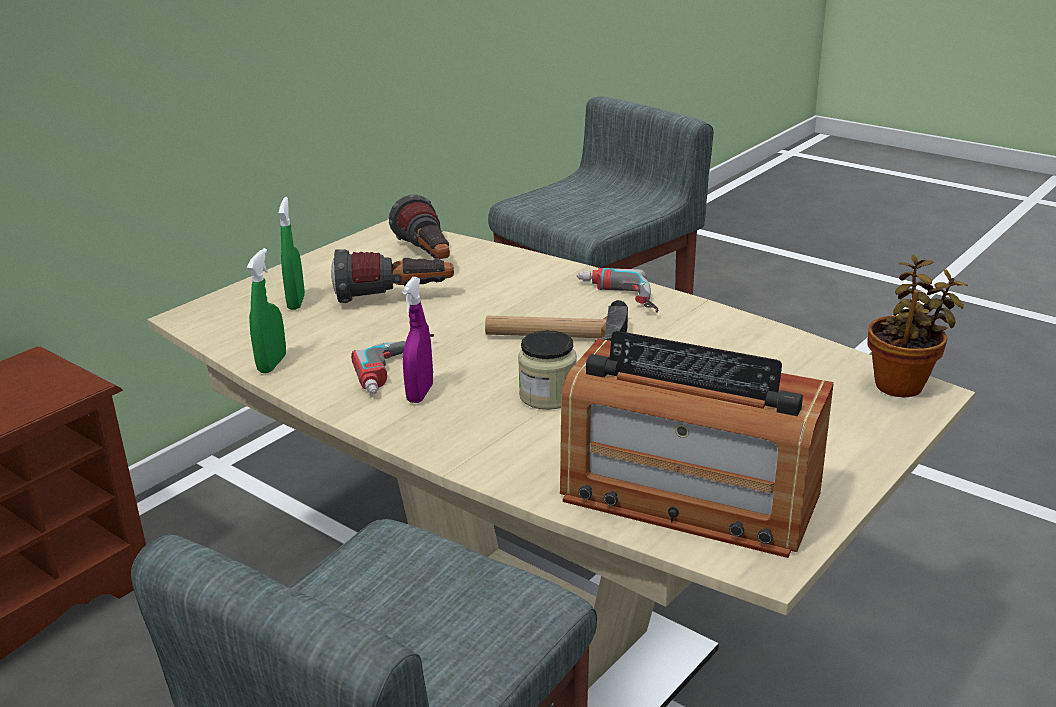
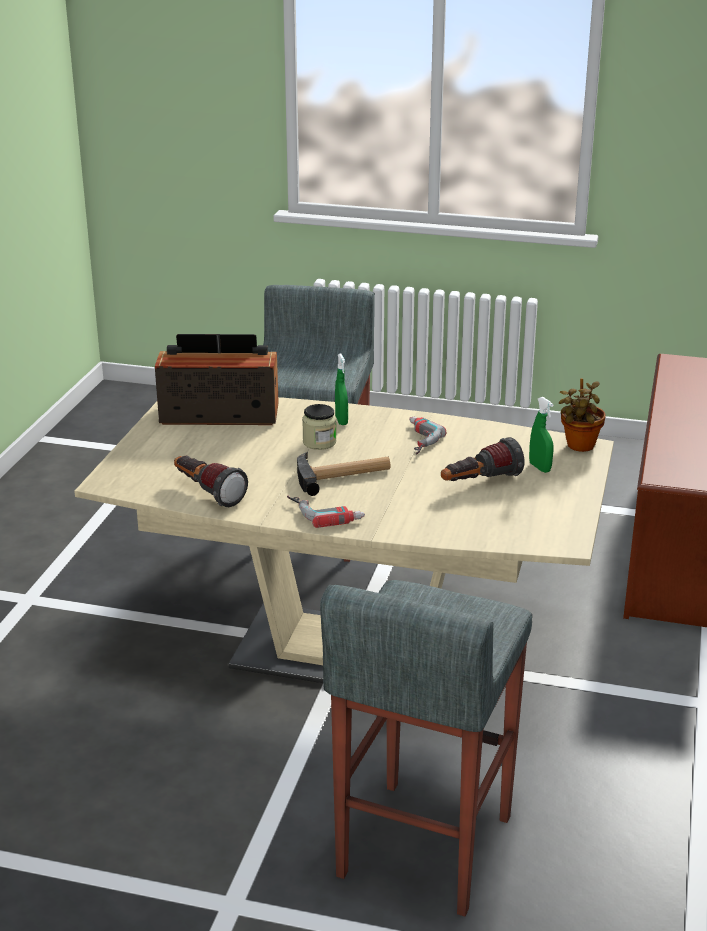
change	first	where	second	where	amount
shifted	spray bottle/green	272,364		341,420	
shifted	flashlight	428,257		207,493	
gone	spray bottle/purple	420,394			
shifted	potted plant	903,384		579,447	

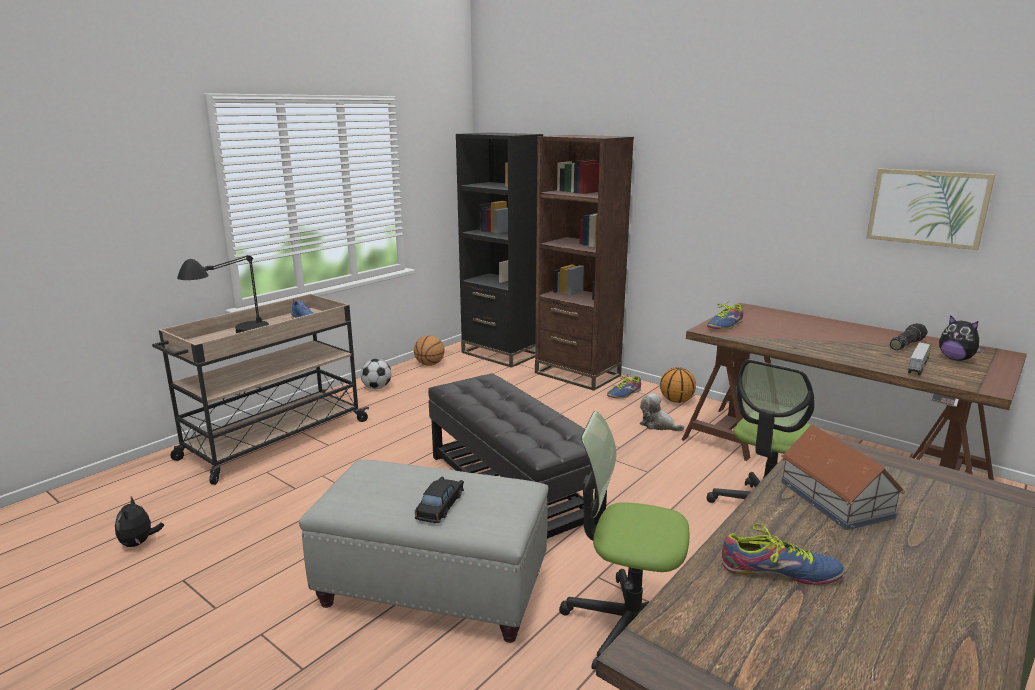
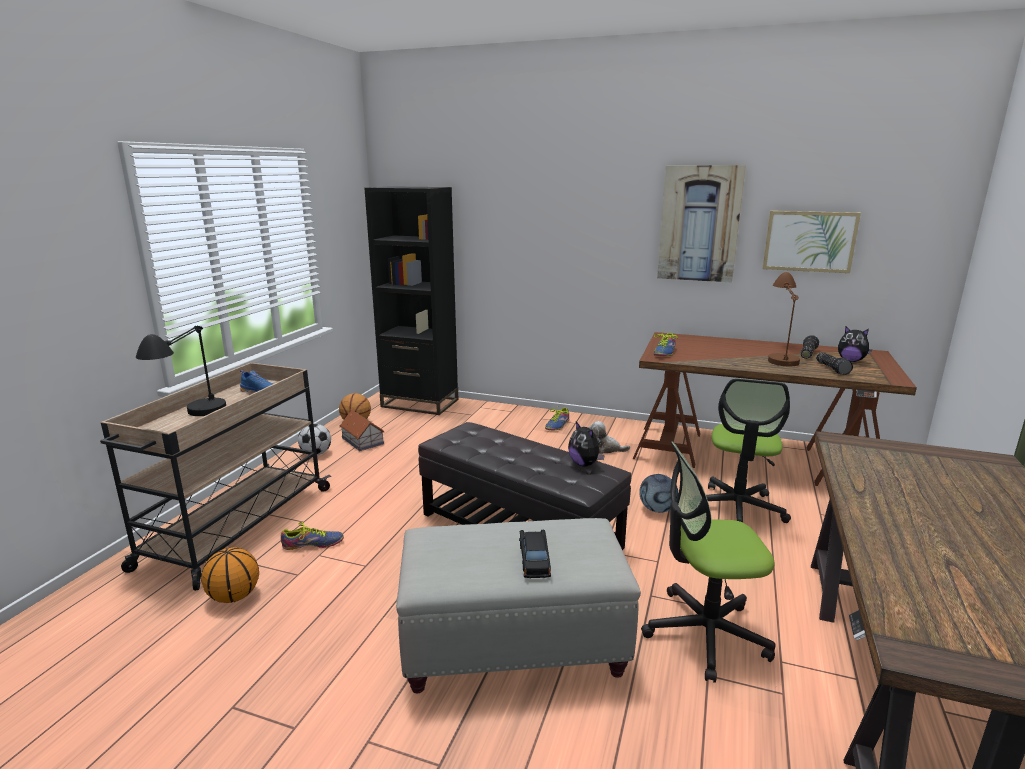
change	first	where	second	where	amount
shifted	plush toy	139,543		584,464	
gone	bookcase/brown	577,374			
shifted	basketball	676,401		234,597	
shifted	shoe	779,571		313,544	
shifted	toy house	835,500		362,441	
swapped	toy truck	918,365	flashlight	833,369	
new			football	657,509	
new			picture	699,224	
new			table lamp/brown	780,354	

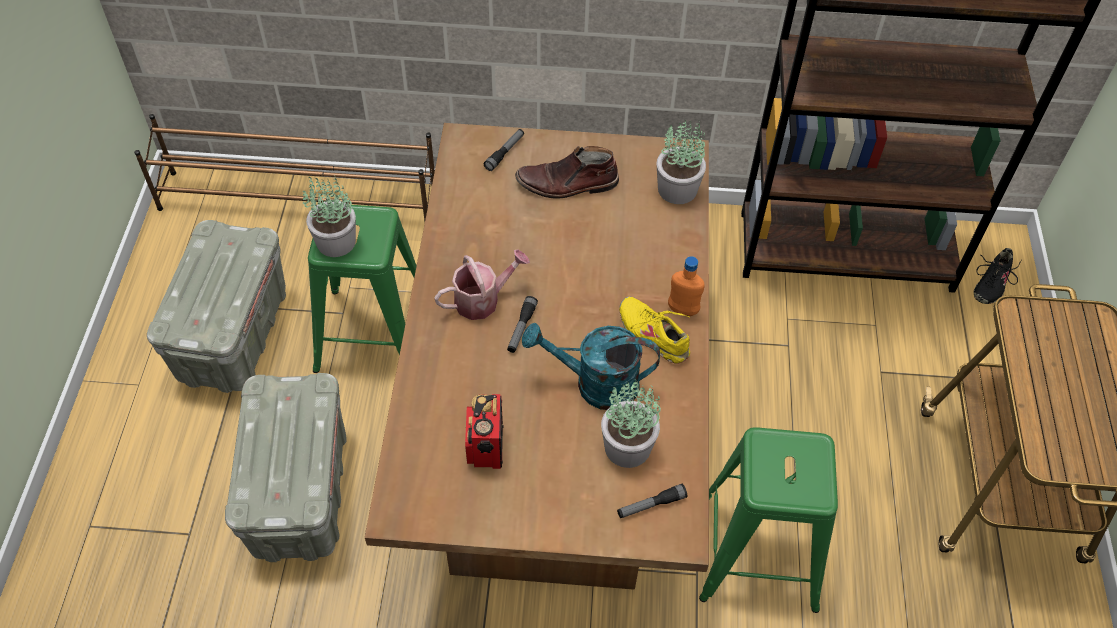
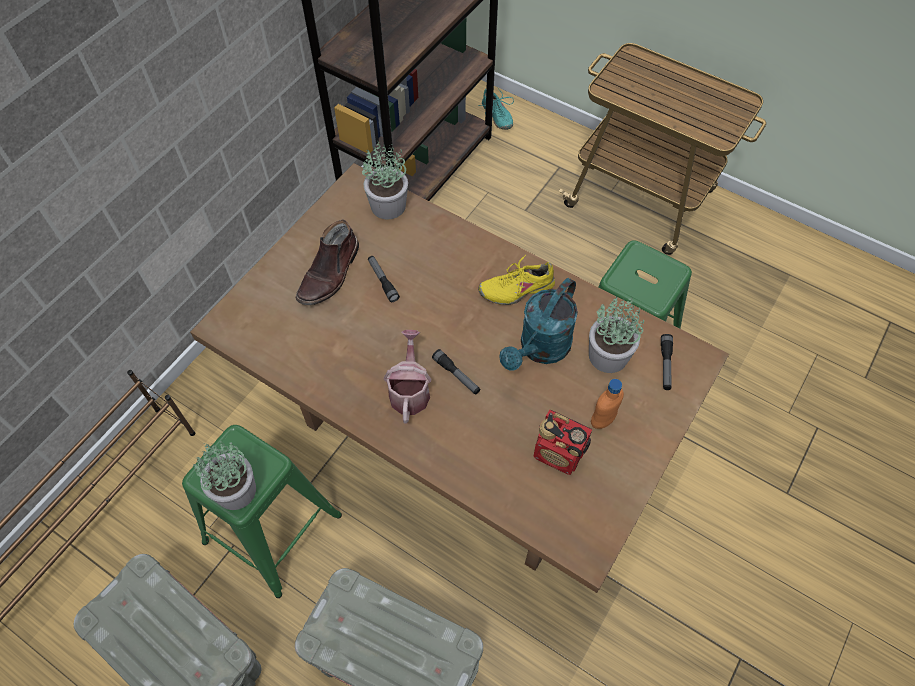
change	first	where	second	where	amount
shifted	flashlight	505,153		383,281	
shifted	bottle/orange	682,310		602,420	
repainted	shoe/black	990,283	shoe/turquoise	496,116	

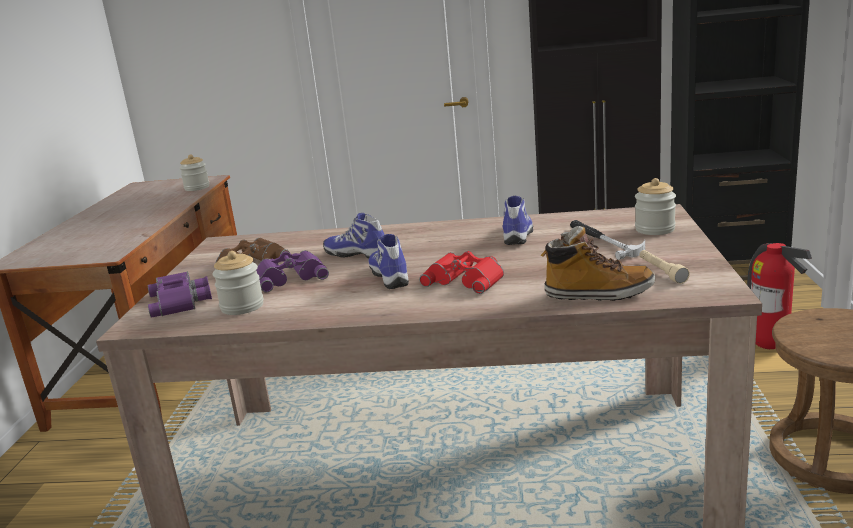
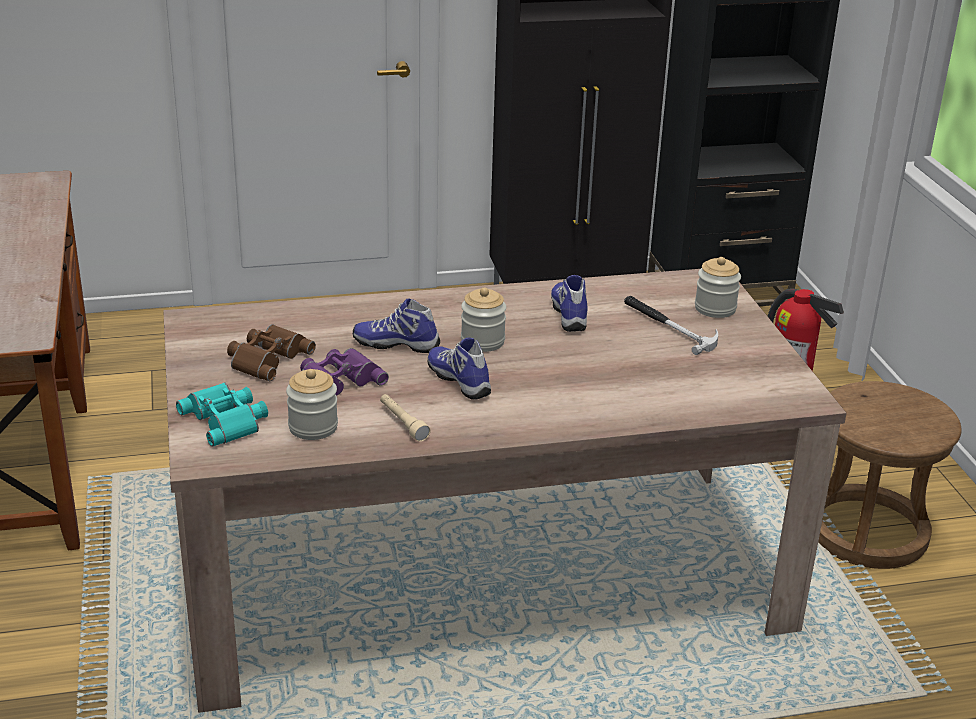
change	first	where	second	where	amount
repainted	binoculars/purple	181,301	binoculars/turquoise	227,420	
shifted	jar	197,188		482,341	
gone	binoculars/red	466,279			
gone	boot	598,294			
shifted	flashlight/beige	661,272		403,423	

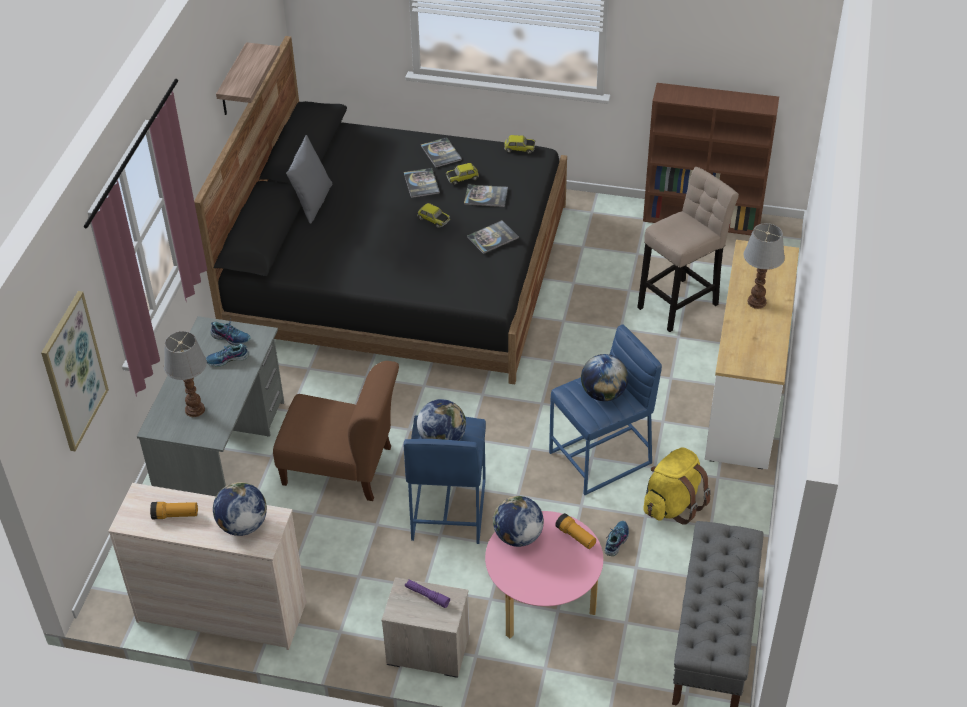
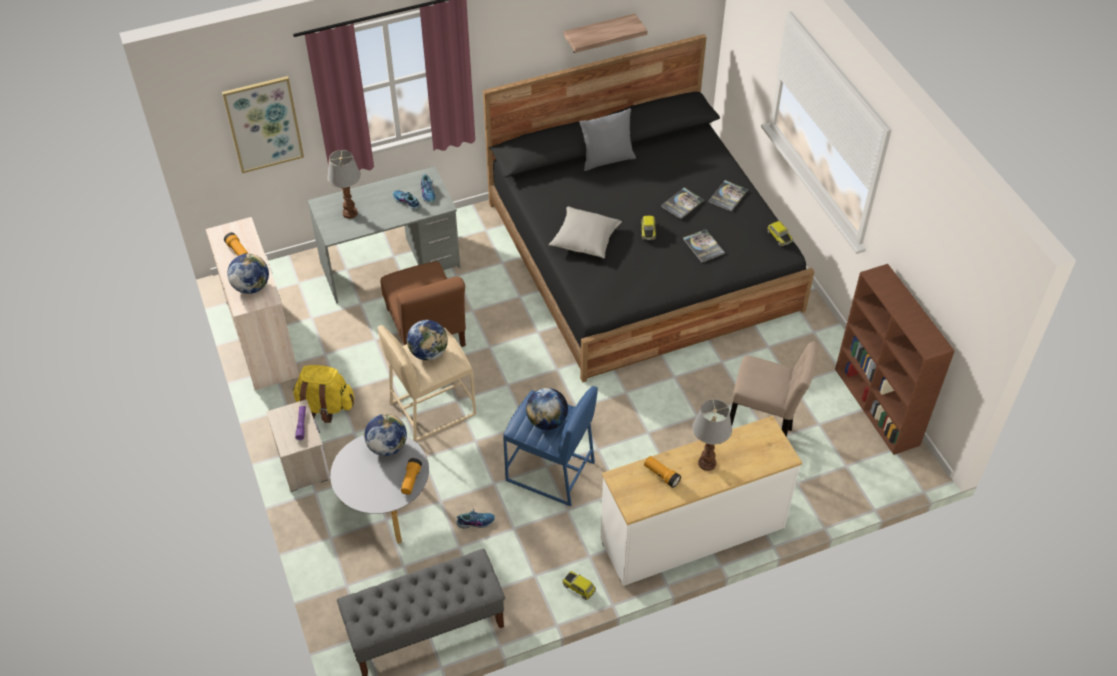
change	first	where	second	where	amount
repainted	stool/blue	447,510	stool/beige	431,408	
shifted	toy car	462,178		579,587	
gone	book	492,237			
repainted	coffee table/pink	543,603	coffee table/grey	386,507	
shifted	backpack/yellow	672,505		325,406	
new			pillow/grey	585,240	
new			flashlight	661,475	

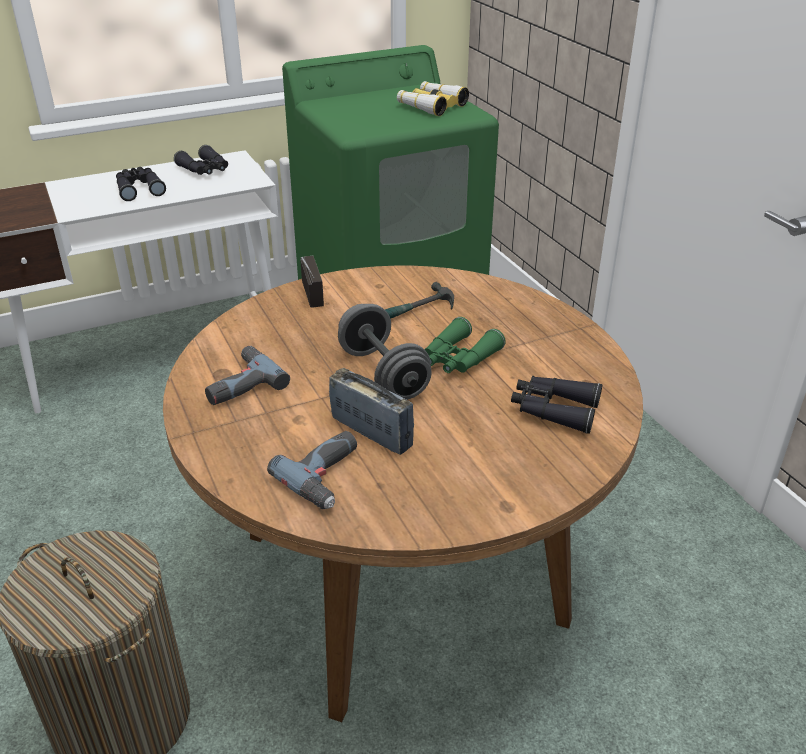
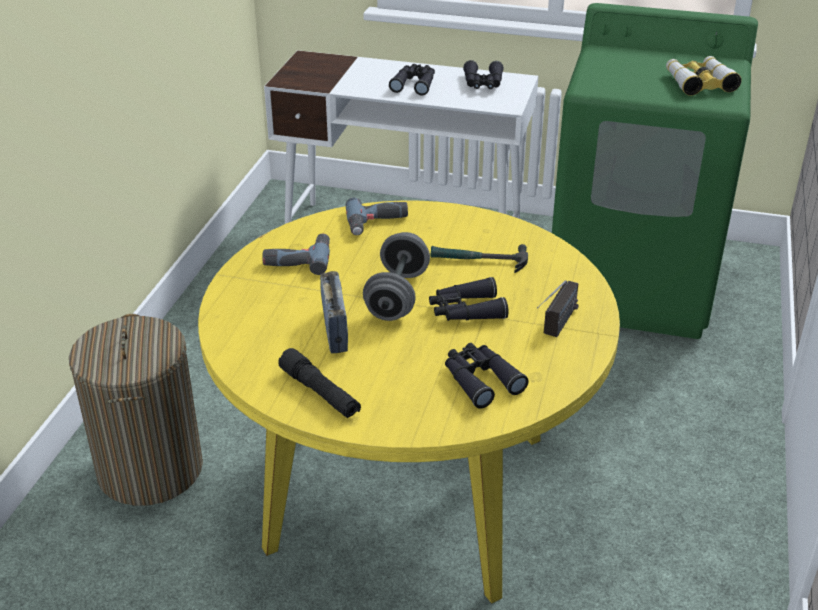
change	first	where	second	where	amount
repainted	dining table/brown	402,577	dining table/yellow	408,491	
shifted	power drill	329,477		377,223	
shifted	radio	316,300		556,329	
repainted	binoculars/green	458,358	binoculars/black	465,310	
new			flashlight/black	320,393	

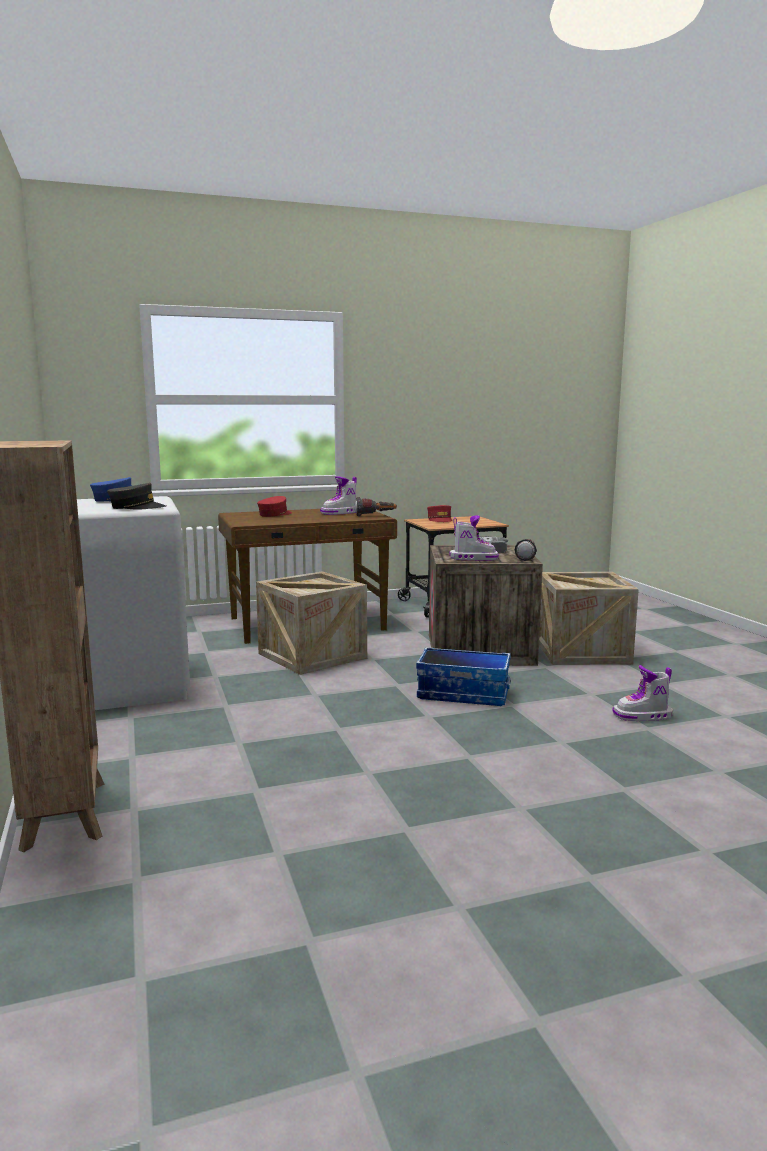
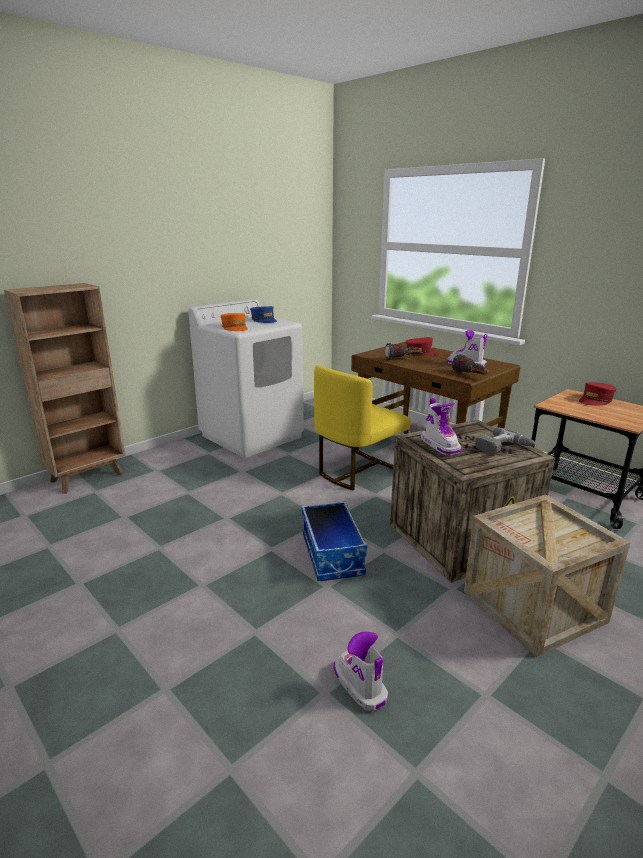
change	first	where	second	where	amount
repainted	cap/grey	136,507	cap/orange	235,328	
swapped	crate	312,656	chair/yellow	358,471	
shifted	flashlight	526,557		403,359	

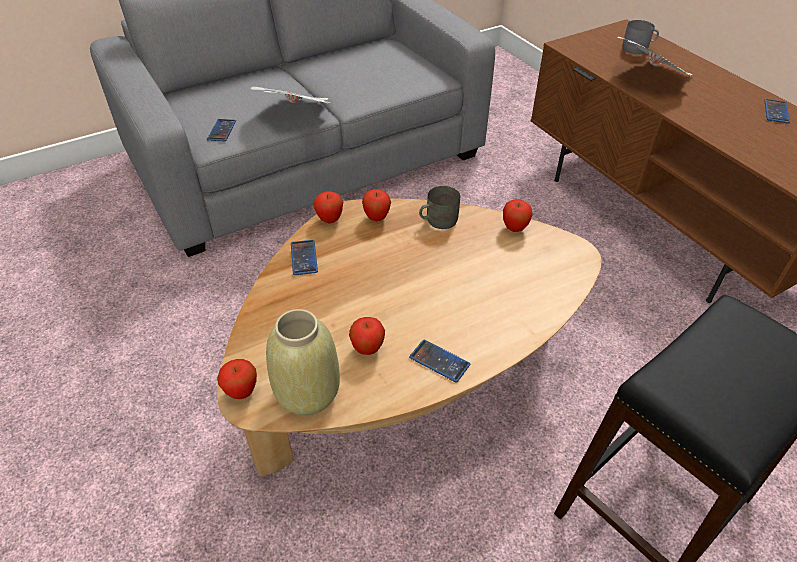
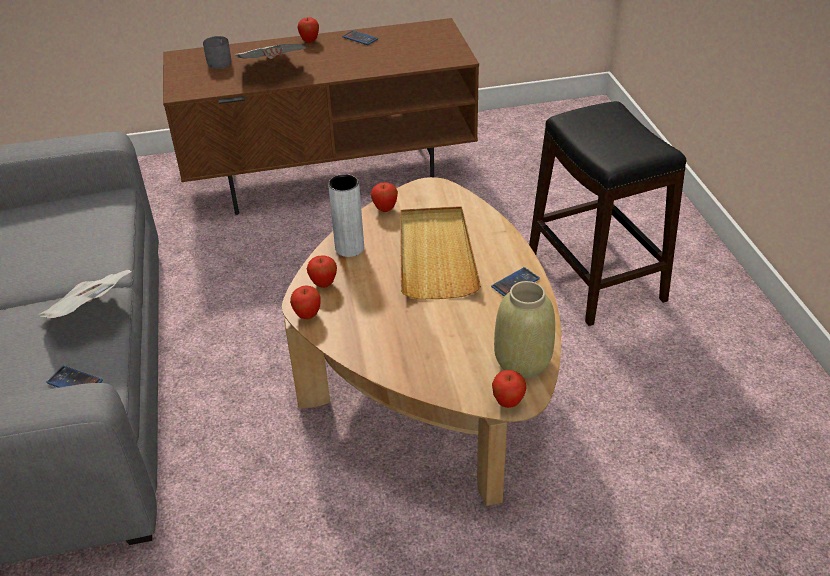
change	first	where	second	where	amount
gone	phone	304,258			
shifted	apple	367,349		309,41	
swapped	mug/grey	437,220	vase/grey	349,248	
new			tray/beige	436,255	

